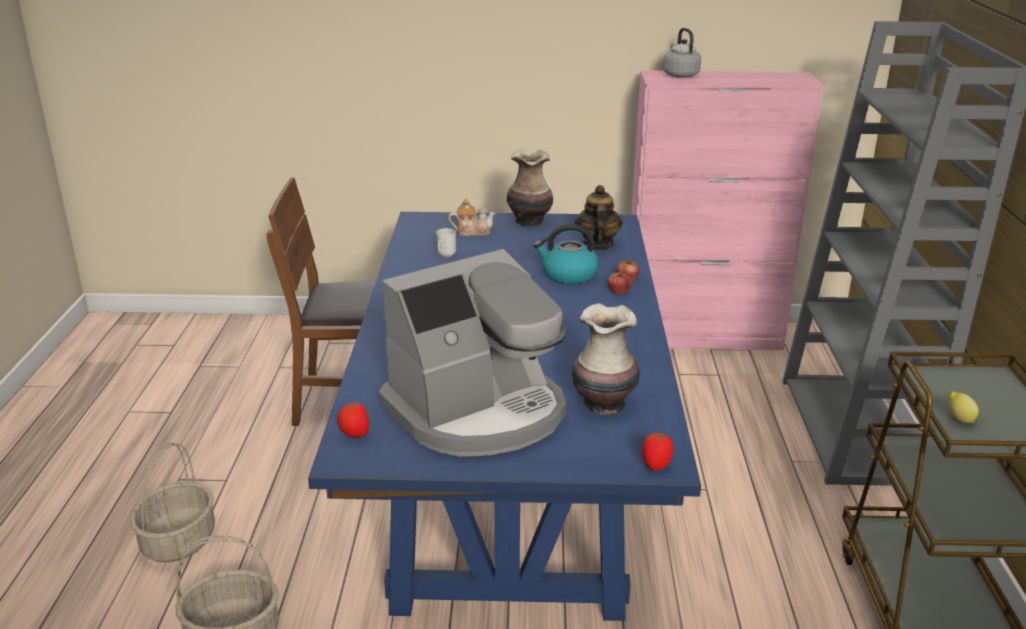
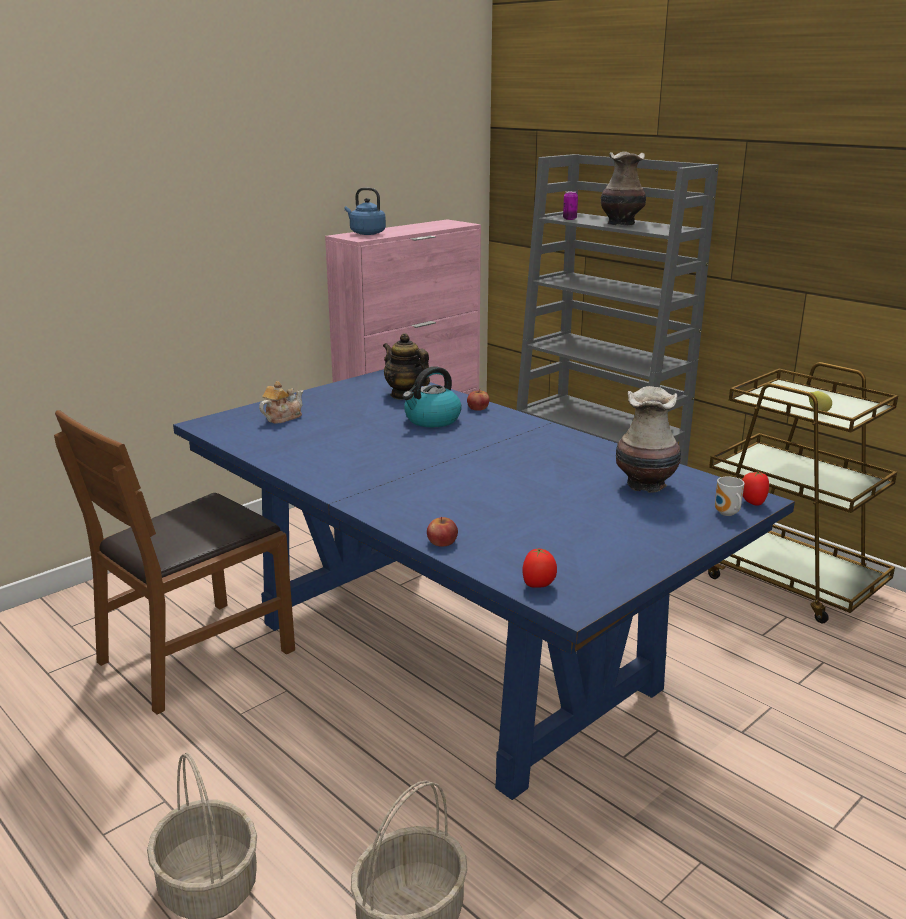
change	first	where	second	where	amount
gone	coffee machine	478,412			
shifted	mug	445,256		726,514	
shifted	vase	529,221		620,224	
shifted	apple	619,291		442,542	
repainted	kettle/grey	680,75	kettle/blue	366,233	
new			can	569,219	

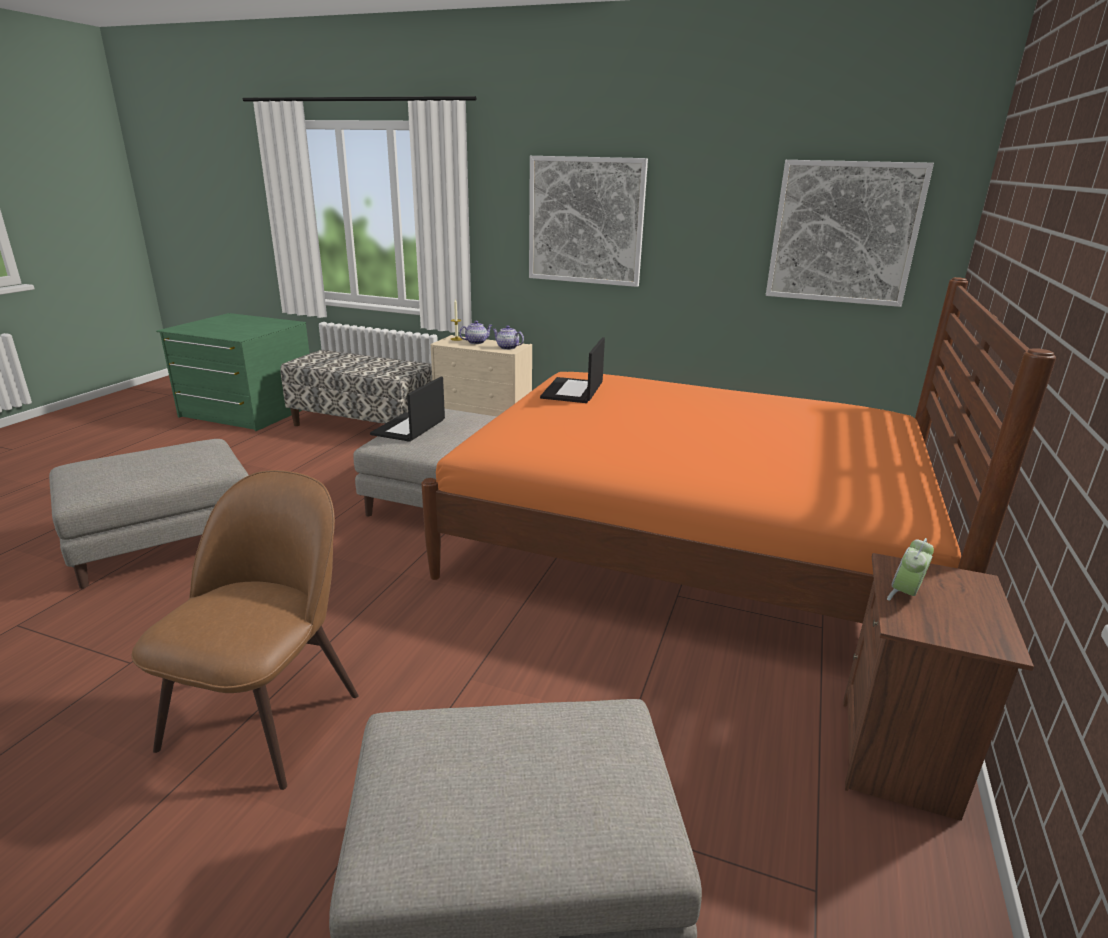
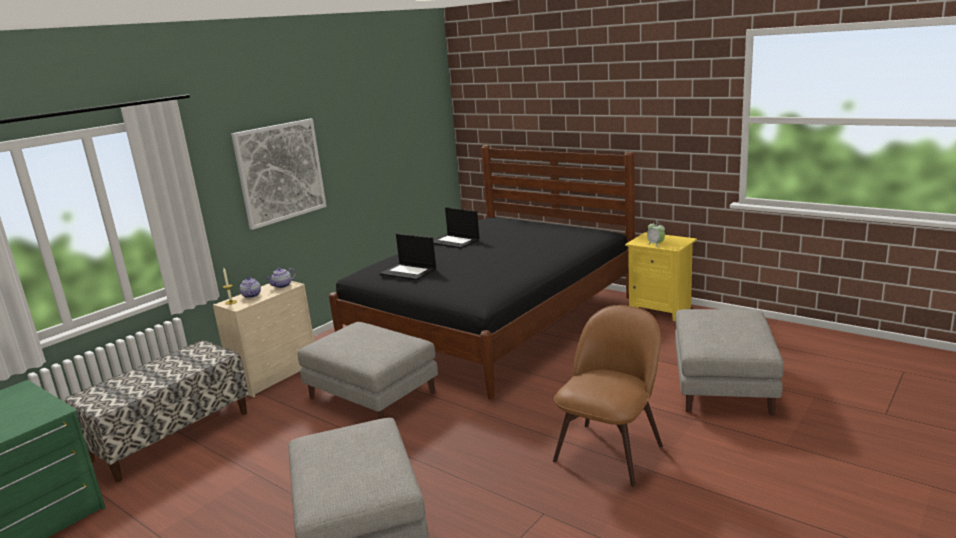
change	first	where	second	where	amount
rotated	chair/brown	267,715		610,451	90 degrees clockwise
shifted	laptop	409,428		455,241	
repainted	bed/orange	688,545	bed/black	493,323	
gone	picture	843,233			
repainted	nightstand/brown	899,756	nightstand/yellow	661,309	

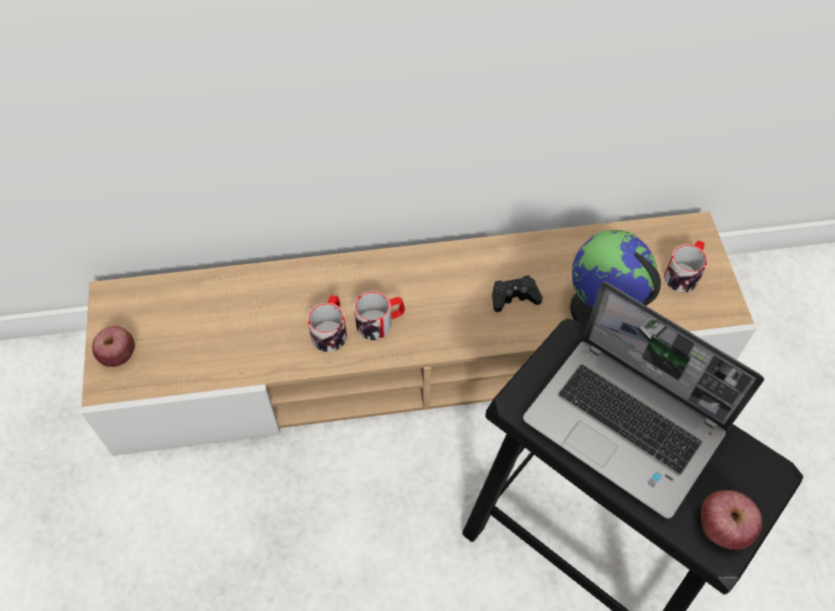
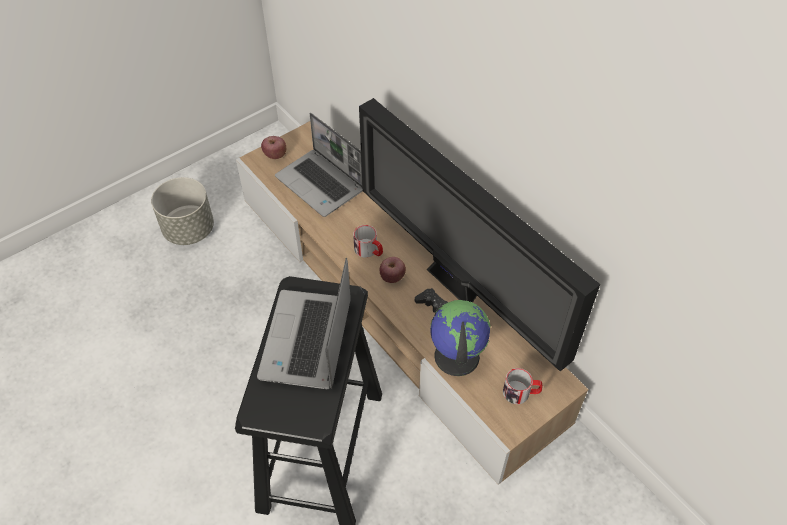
change	first	where	second	where	amount
gone	mug	331,330			
shifted	apple	722,528		392,277	
new			planter/grey	189,230	
new			laptop	321,184	
new			television	456,287	

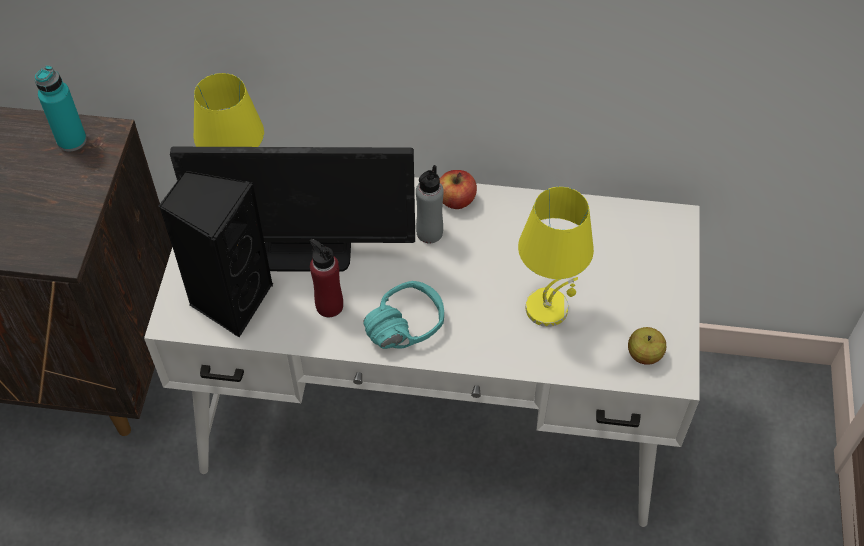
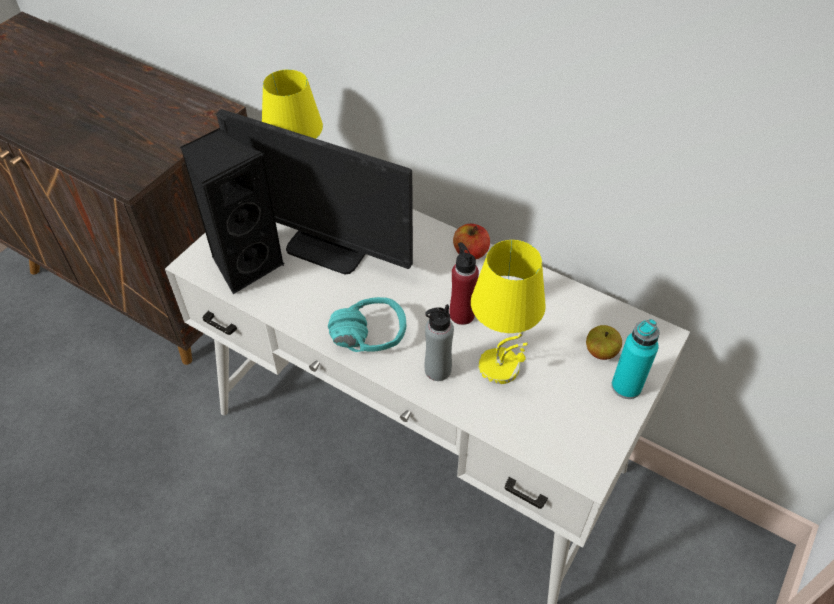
change	first	where	second	where	amount
shifted	bottle/turquoise	71,140		626,386	
shifted	bottle/red	329,305		462,314	
shifted	bottle/grey	429,233		437,370	
shifted	apple	644,354		601,352	

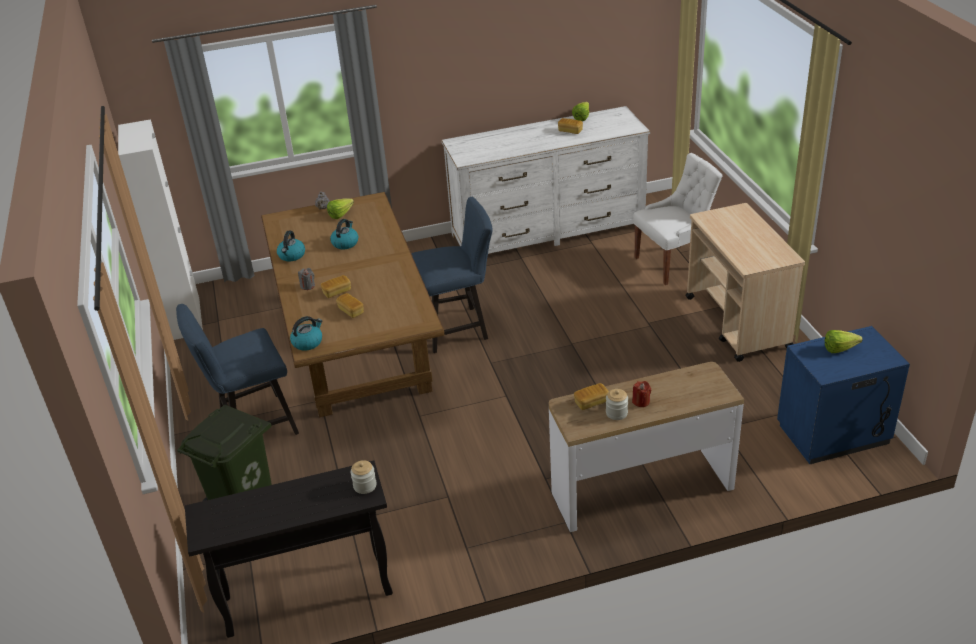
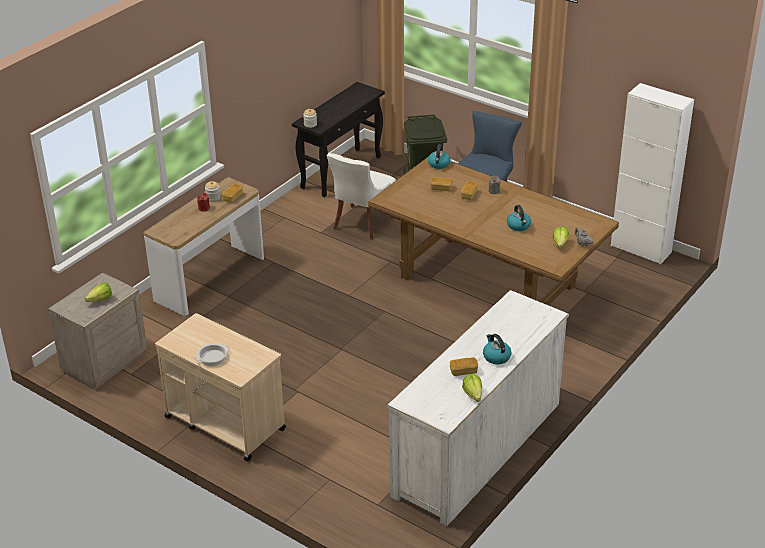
change	first	where	second	where	amount
shifted	kettle	292,256		496,357	
gone	chair/blue	459,327			
shifted	chair/white	673,263		362,223	
repainted	nightstand/blue	834,435	nightstand/beige	103,361	
new			cooking pot	212,357	

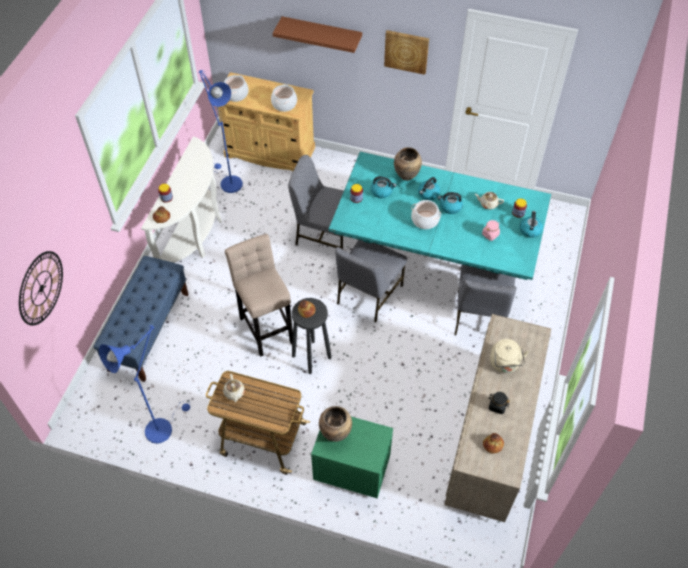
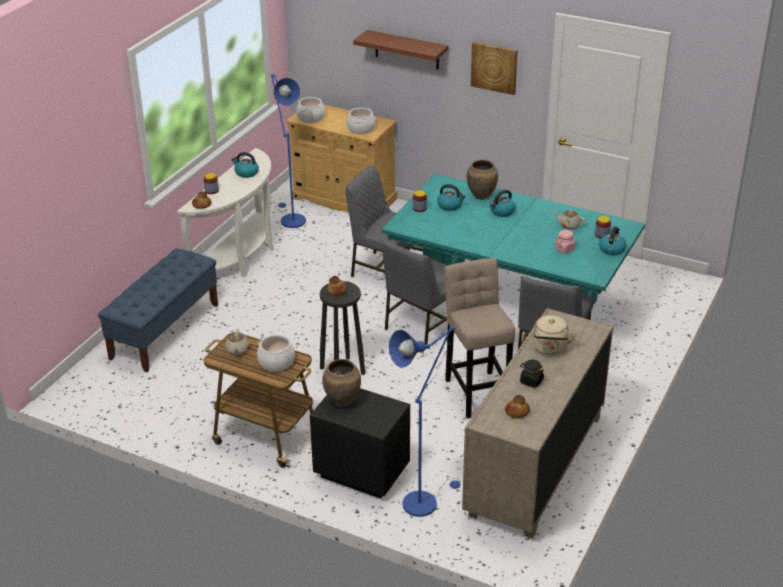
change	first	where	second	where	amount
gone	wall clock	41,288			
shifted	floor lamp/blue	162,426		424,500	
shifted	stool/beige	266,327		477,391	
repainted	nightstand/green	351,468	nightstand/black	361,471	
shifted	cooking pot	424,220		276,362	
shifted	kettle	450,207		246,173	

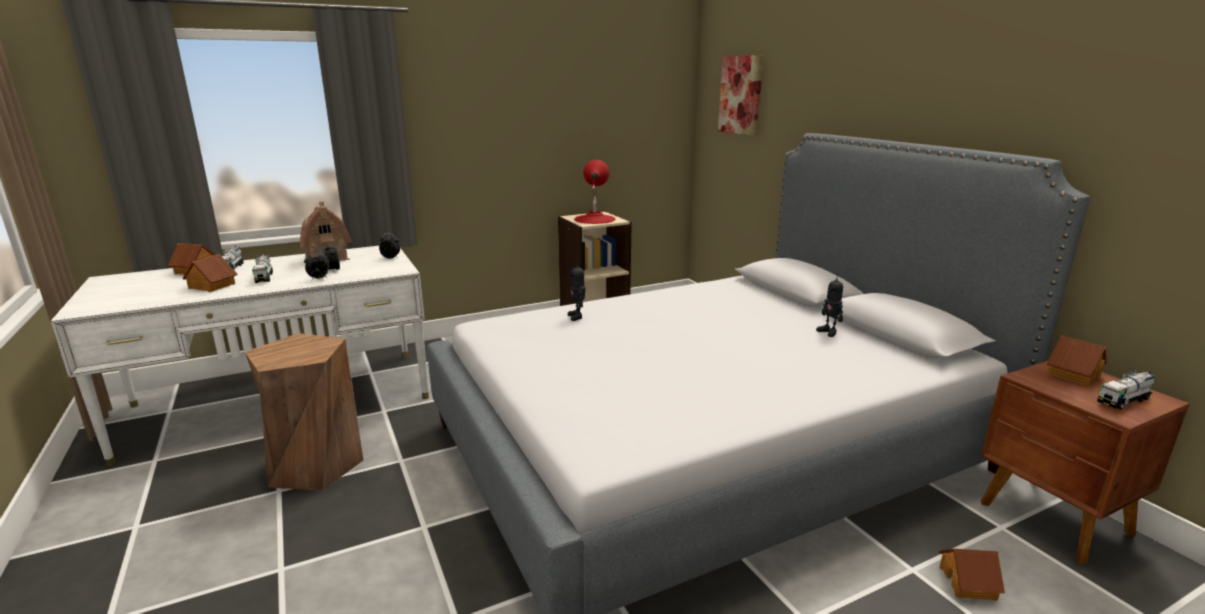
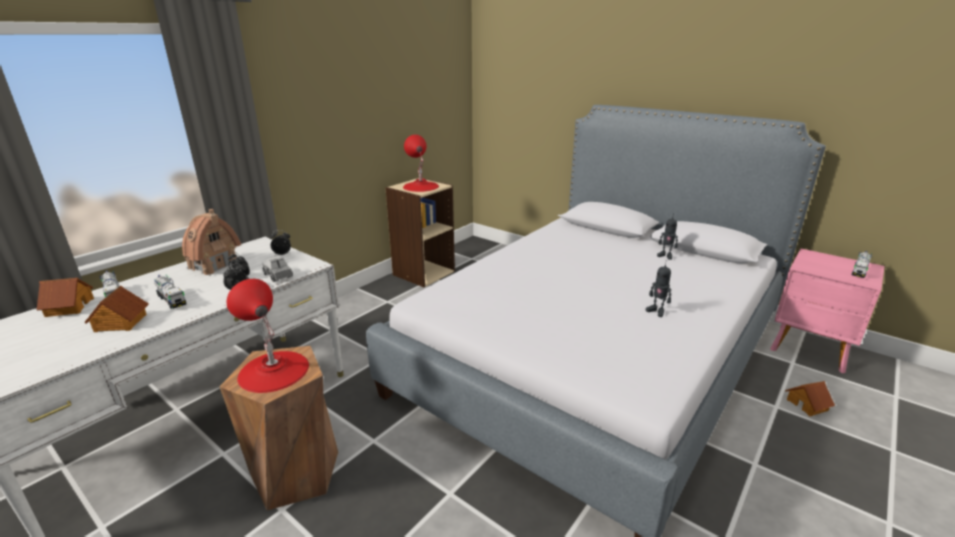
change	first	where	second	where	amount
shifted	toy robot	577,317		656,311	
gone	picture	741,95			
repainted	nightstand/brown	1055,520	nightstand/pink	811,349	
gone	toy house	1072,374			
new			table lamp/red	273,371	
new			toy truck	278,275	

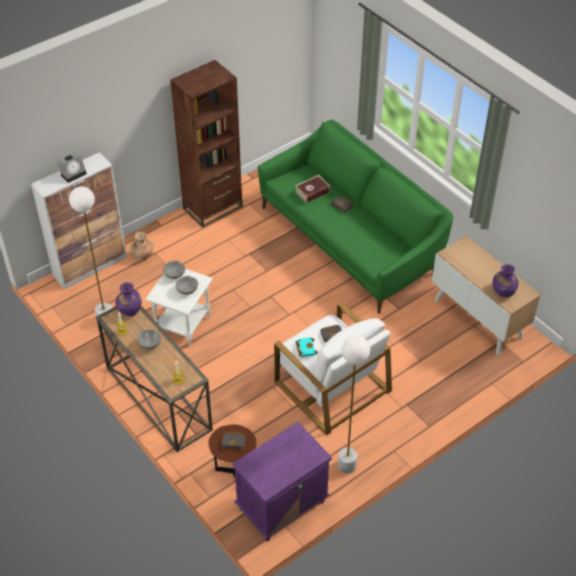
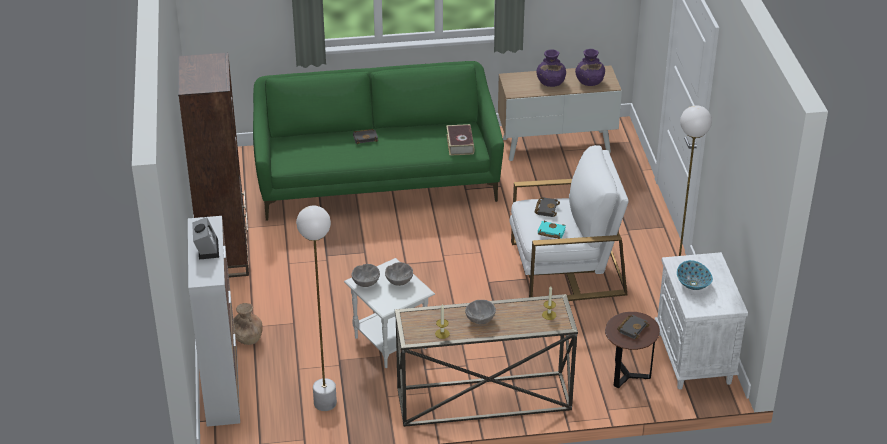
change	first	where	second	where	amount
shifted	vase/purple	129,309		550,82	
repainted	nightstand/purple	281,506	nightstand/white	694,358	
shifted	book	312,192		460,144	
new			bowl	693,284	

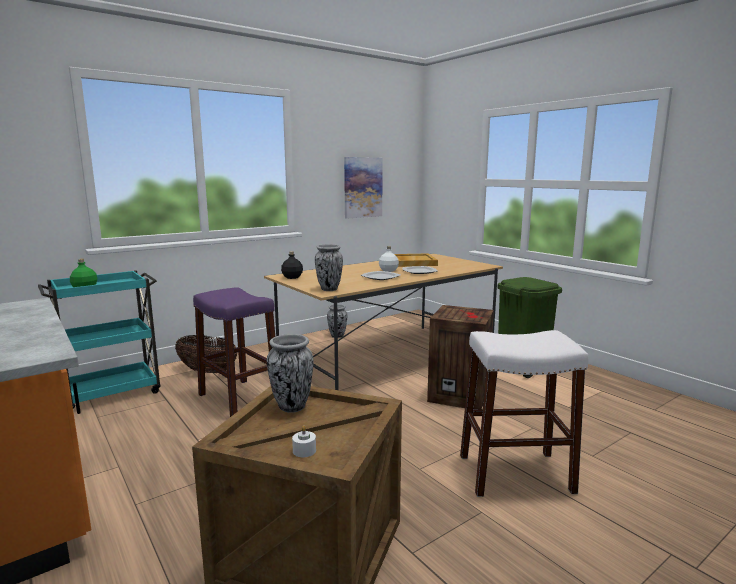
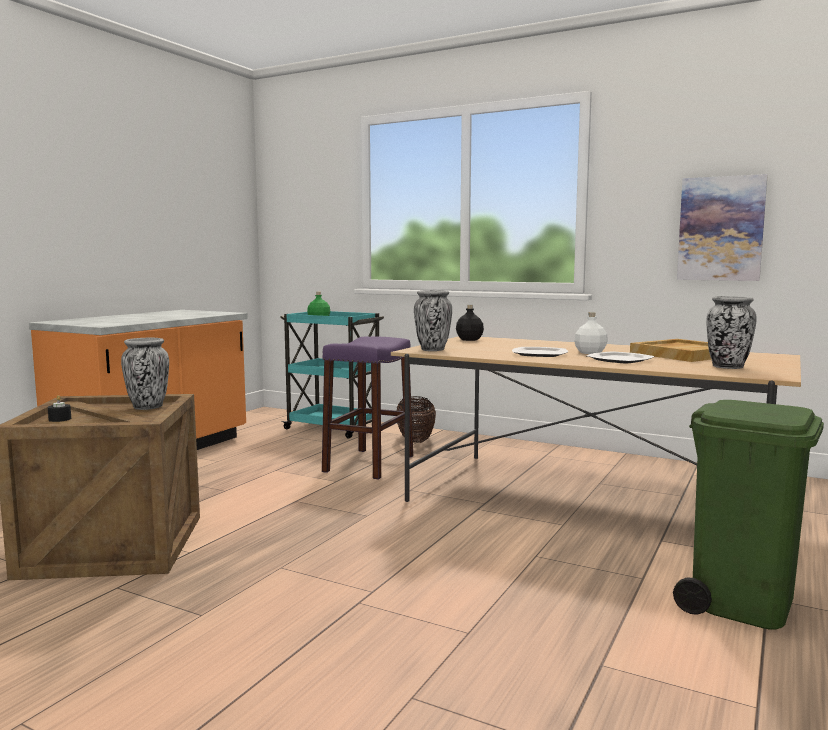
change	first	where	second	where	amount
repainted	candle/white	304,450	candle/black	60,419	
shifted	vase	337,336		727,367	
gone	crate	460,395			
gone	stool/white	515,473			

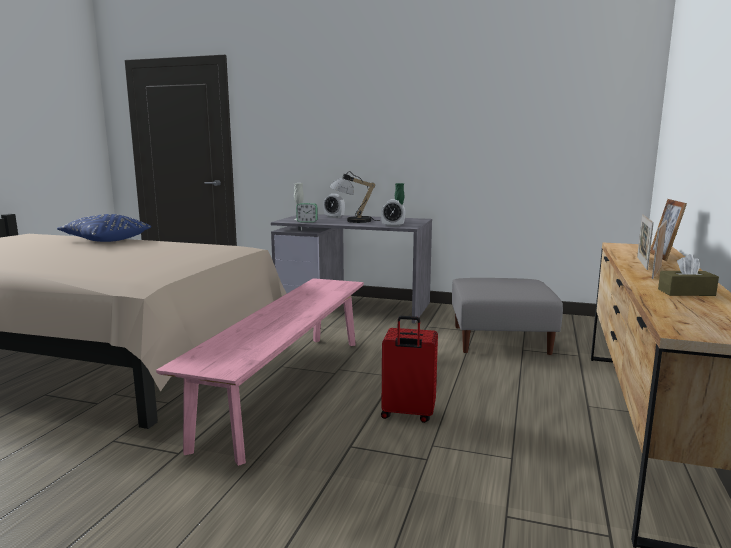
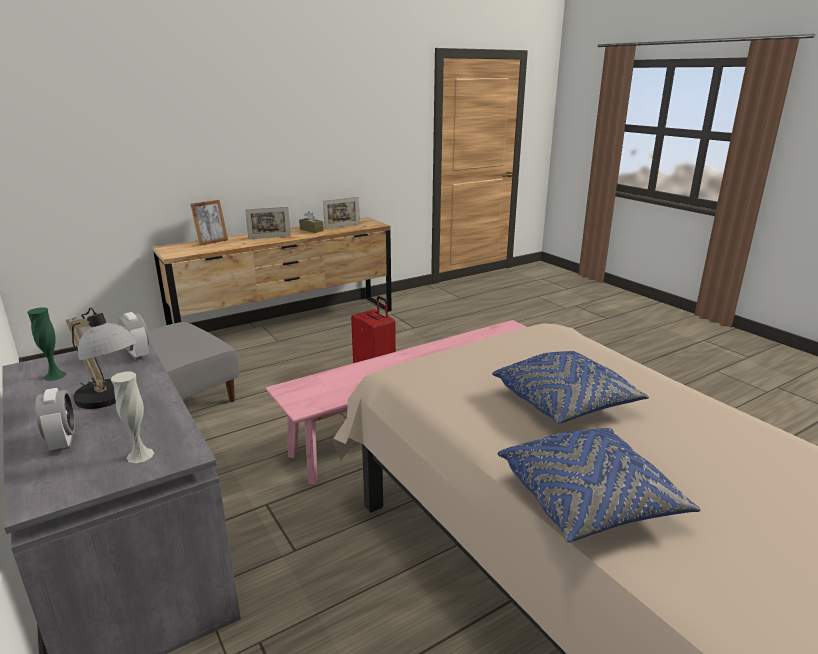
change	first	where	second	where	amount
gone	alarm clock	307,221			
shifted	picture frame	642,263		342,226	
new			pillow/blue	565,403	

